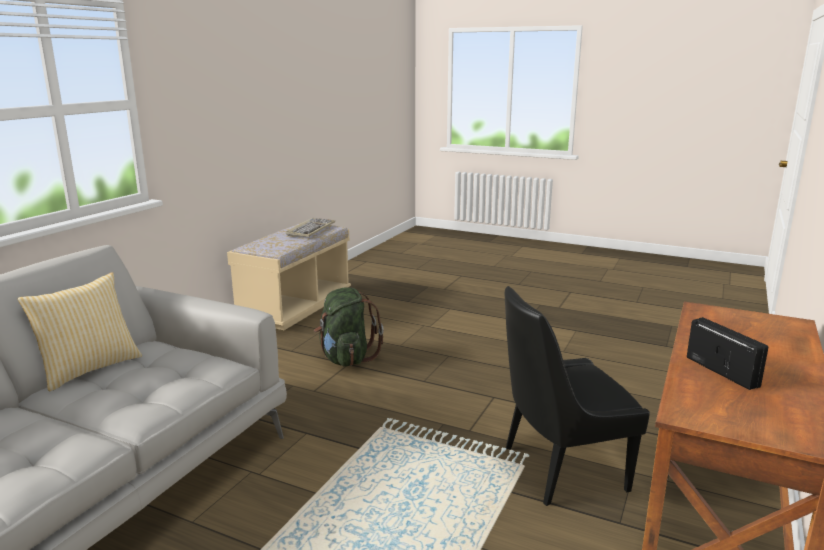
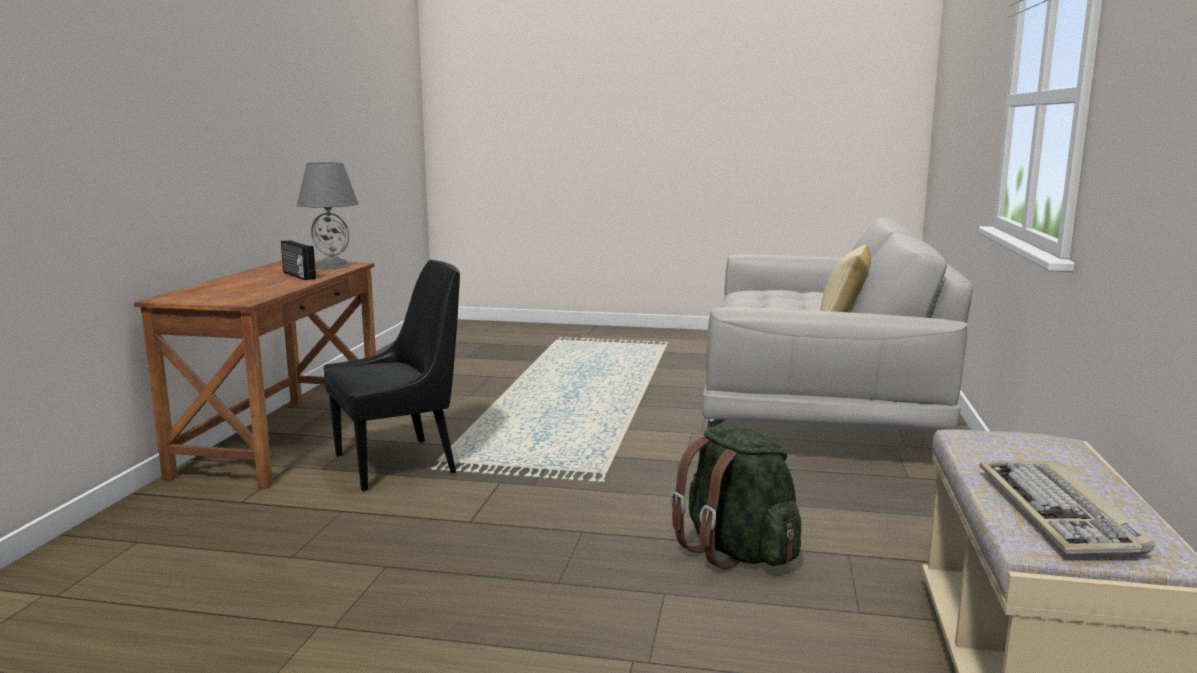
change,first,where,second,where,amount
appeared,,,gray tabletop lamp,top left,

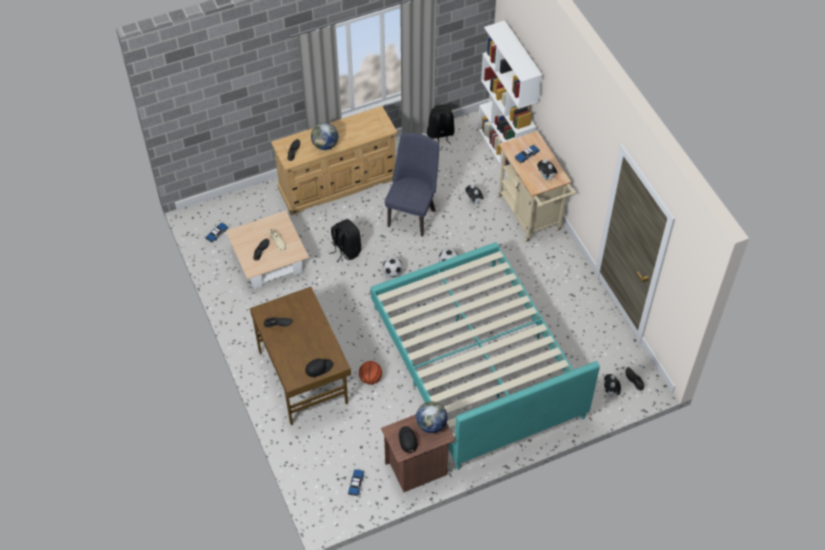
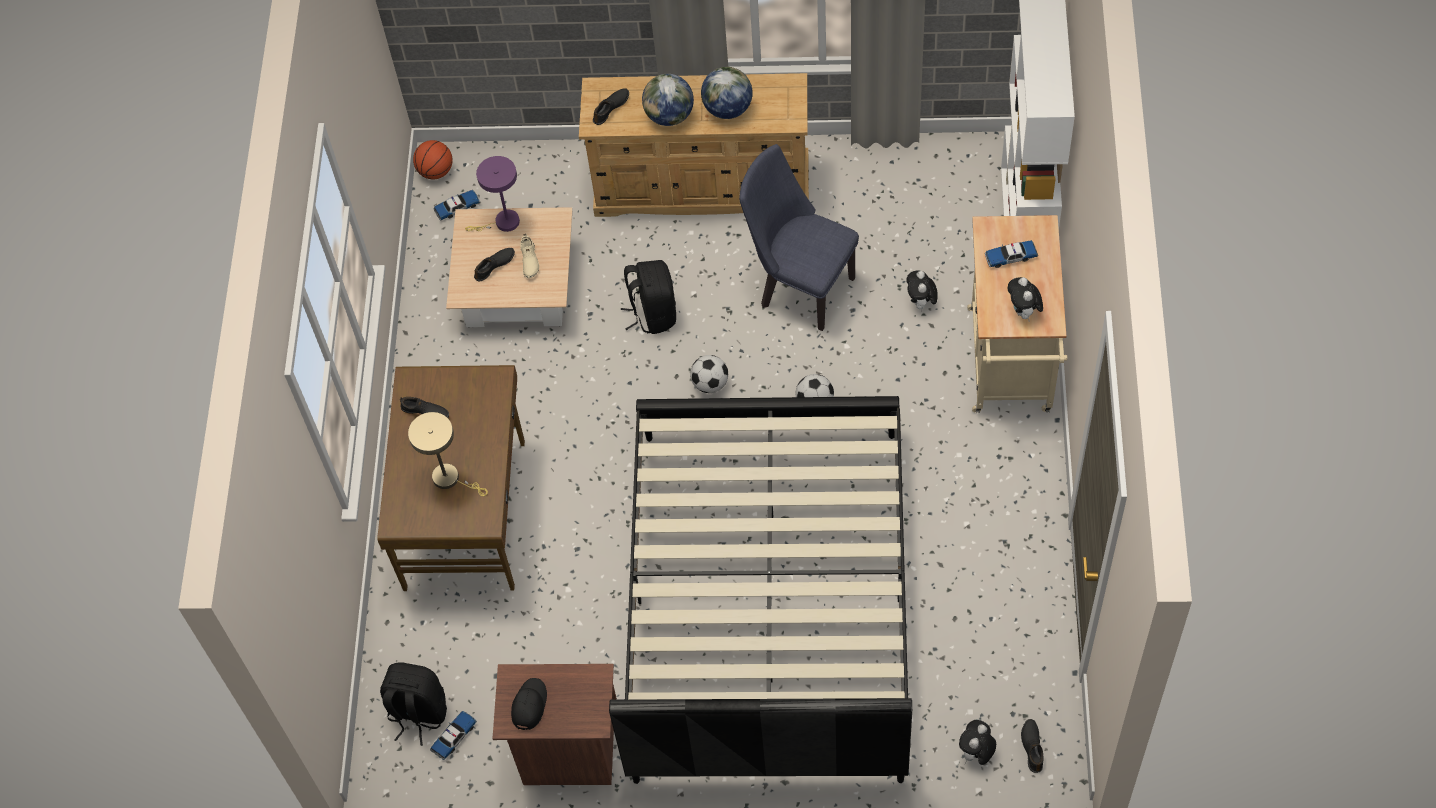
change,first,where,second,where,amount
relocated,blackish backpack (no. 2 from left in the first image),top centre,blackish backpack (no. 1 from left),bottom left,
appeared,,,sand-coloured tabletop lamp,middle left,
relocated,ball for basketball,bottom centre,,top left,
appeared,,,purple-coloured tabletop lamp,top centre,
colour,turquoise-coloured bed,centre,blackish bed,bottom centre,
relocated,desk globe (no. 2 from left),bottom centre,,top centre,
spun,bluish upright chair,centre,,top centre,105 degrees counterclockwise
missing,blackish cap (no. 1 from left),bottom centre,,,

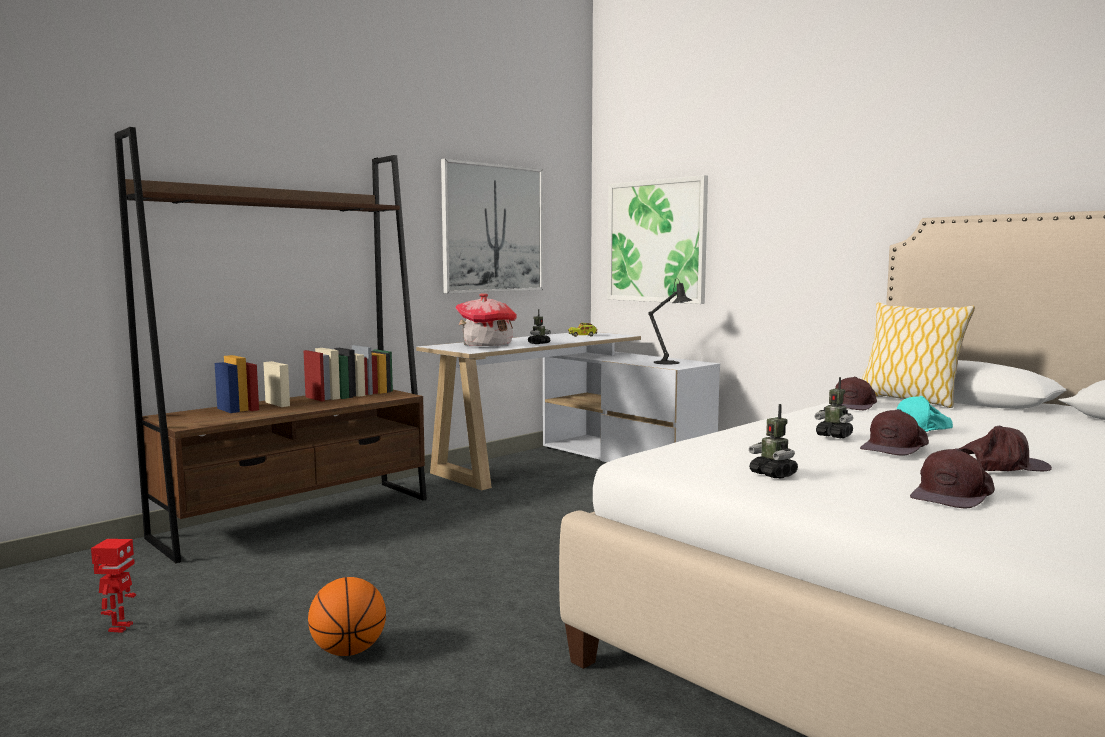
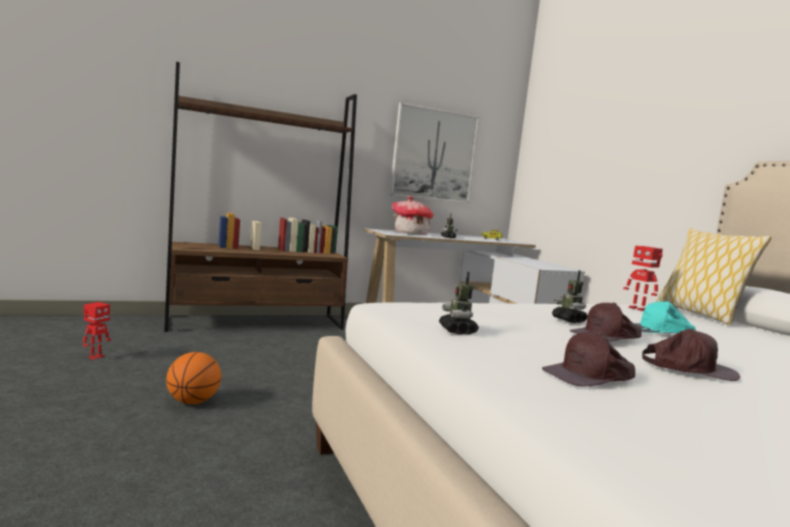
change,first,where,second,where,amount
exchanged,brown-coloured cap (no. 1 from left),middle right,model robot (no. 5 from left),middle right,
missing,picture (no. 2 from left),top centre,,,
missing,blackish tabletop lamp,centre,,,

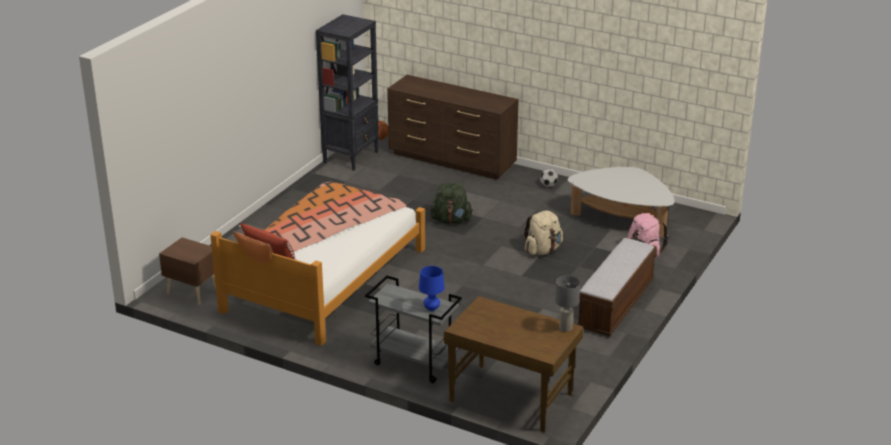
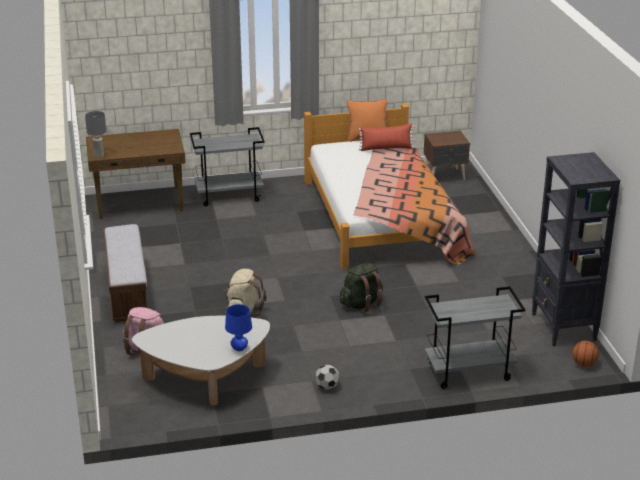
change,first,where,second,where,amount
relocated,bluish tabletop lamp,centre,,bottom centre,
exchanged,brown-coloured chest of drawers,top centre,gray trolley (no. 2 from left),bottom right,

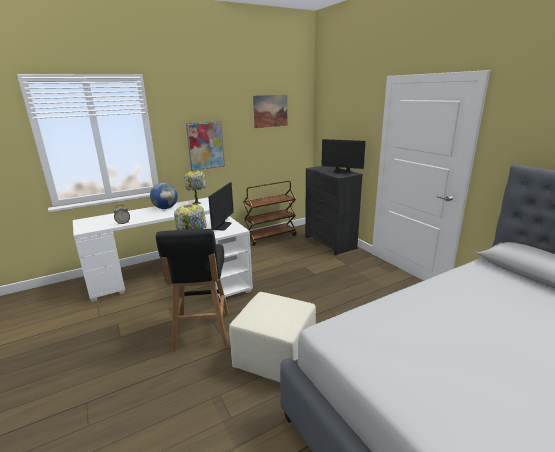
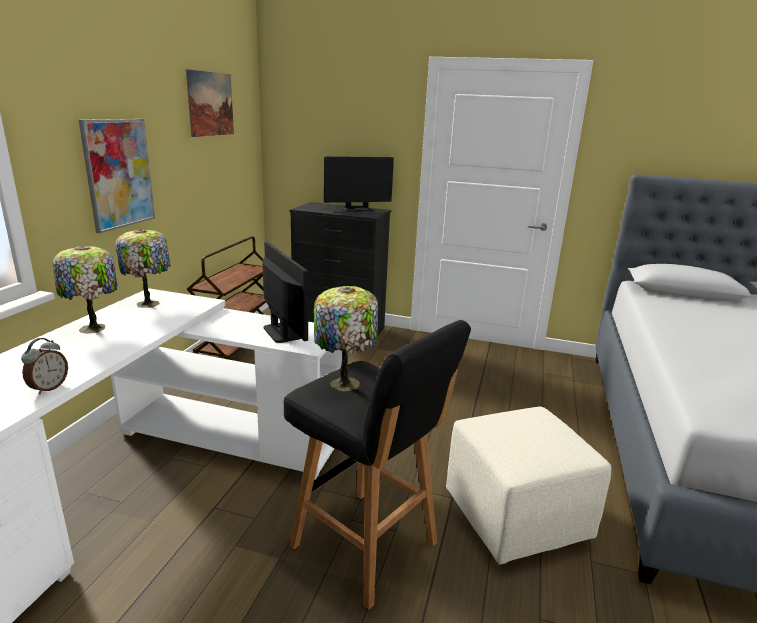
change,first,where,second,where,amount
exchanged,desk globe,middle left,tabletop lamp (no. 1 from left),middle left,

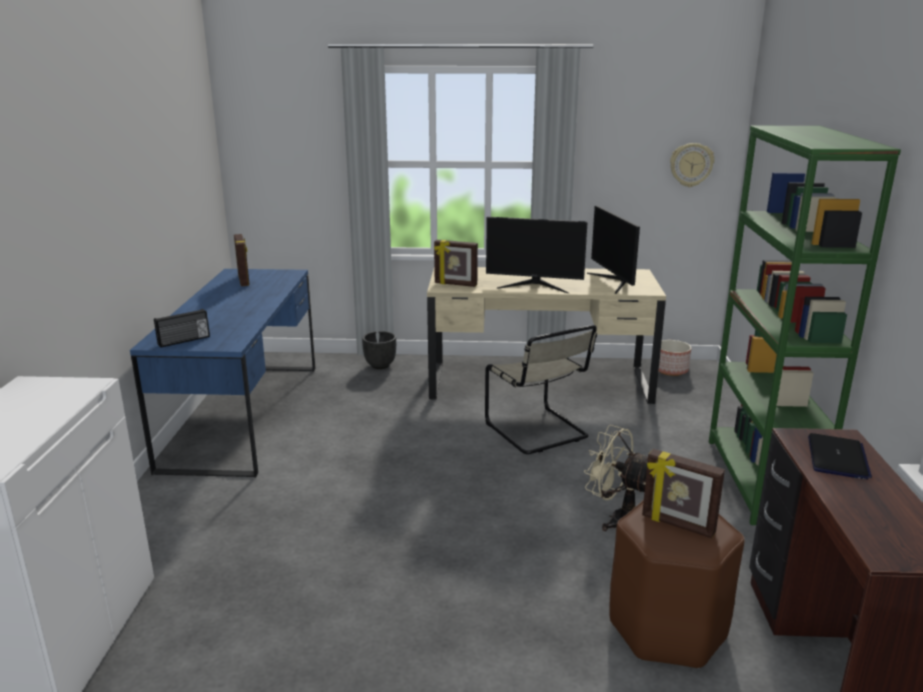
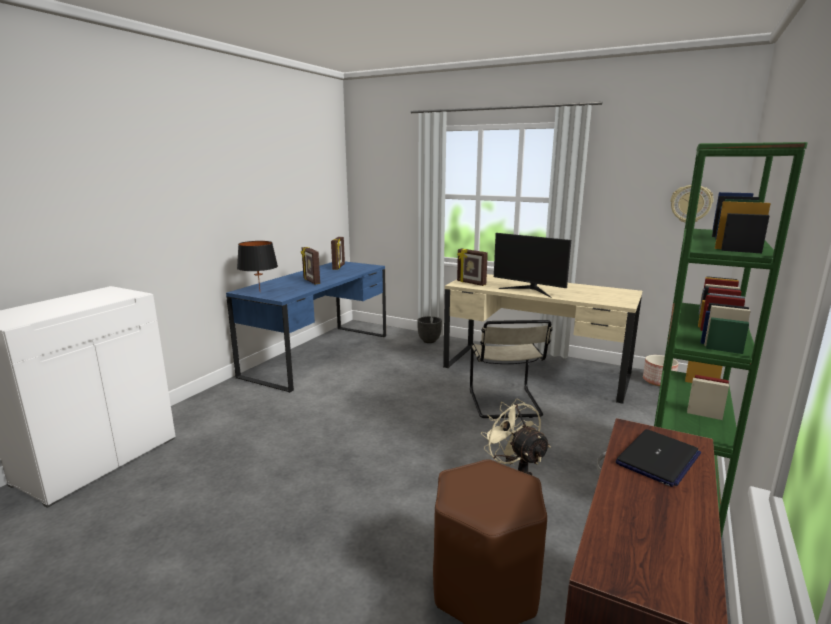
change,first,where,second,where,amount
exchanged,radio,middle left,blackish tabletop lamp,middle left,
relocated,photo frame (no. 3 from left in the first image),bottom right,photo frame (no. 1 from left),centre,
missing,monitor (no. 2 from left),centre,,,

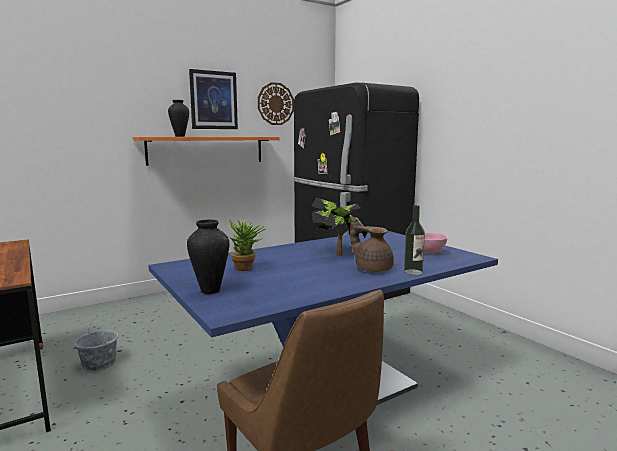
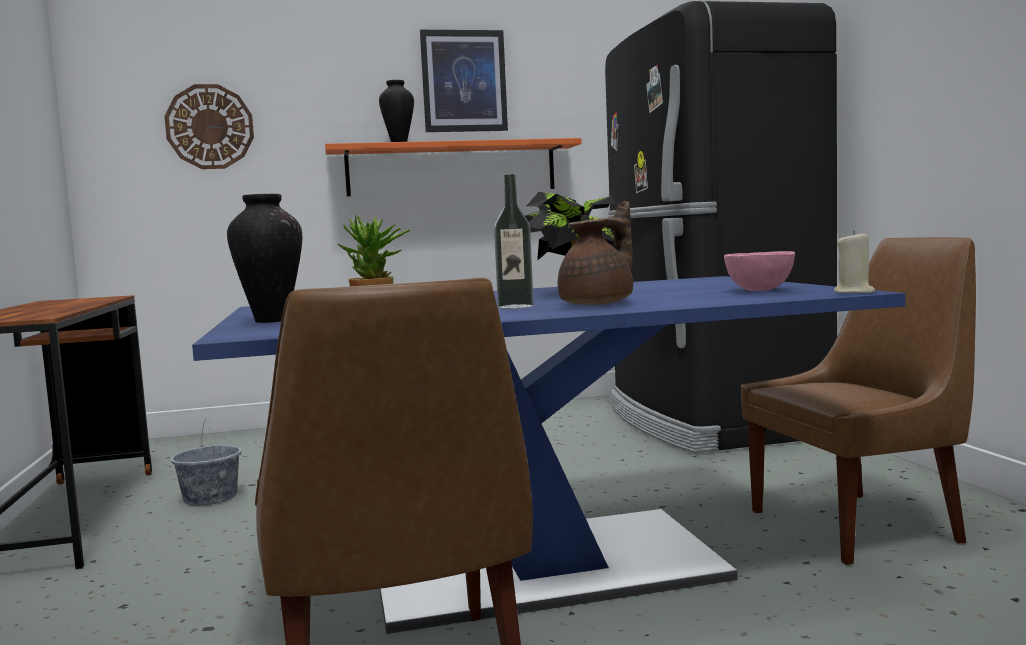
change,first,where,second,where,amount
relocated,hanging clock,top centre,,top left,
relocated,bottle,middle right,,centre,
spun,brown-coloured pot for tea,centre,,centre,75 degrees clockwise
appeared,,,brown-coloured upright chair (no. 2 from left),middle right,
appeared,,,sand-coloured wax light,middle right,

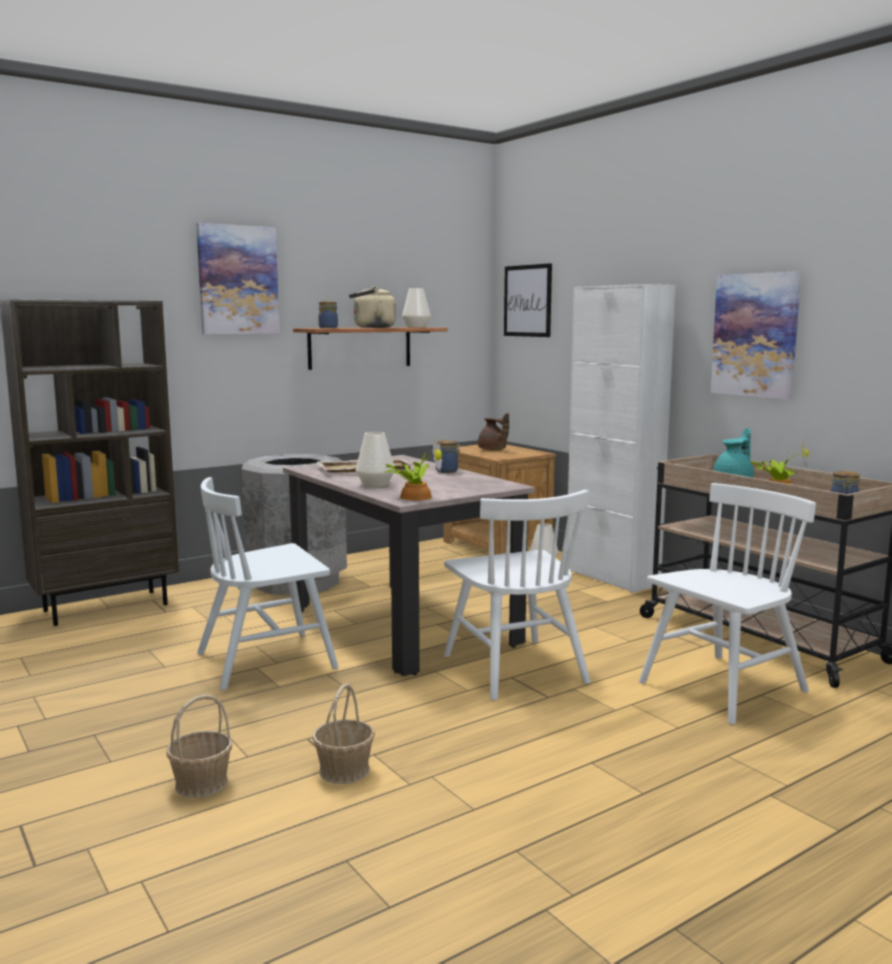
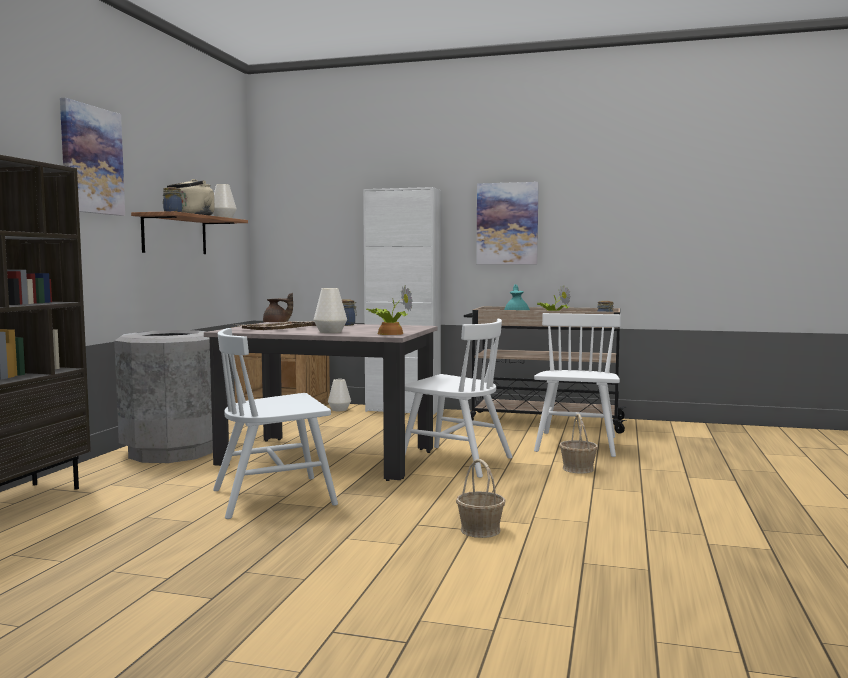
change,first,where,second,where,amount
spun,whitish upright chair (no. 1 from left),middle left,,middle left,45 degrees clockwise
relocated,basket (no. 1 from left in the first image),bottom left,basket (no. 2 from left),middle right,
missing,picture (no. 2 from left),top centre,,,

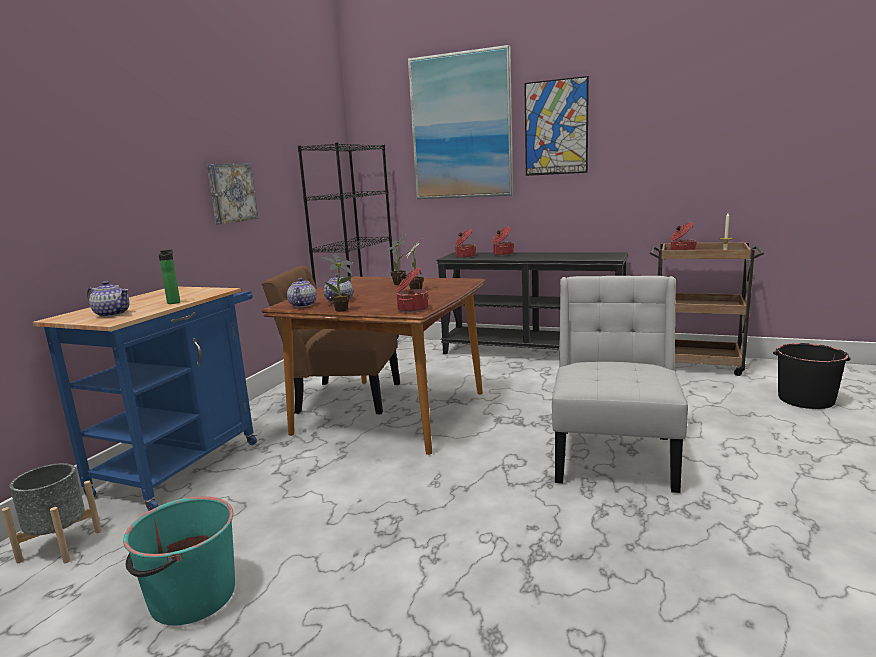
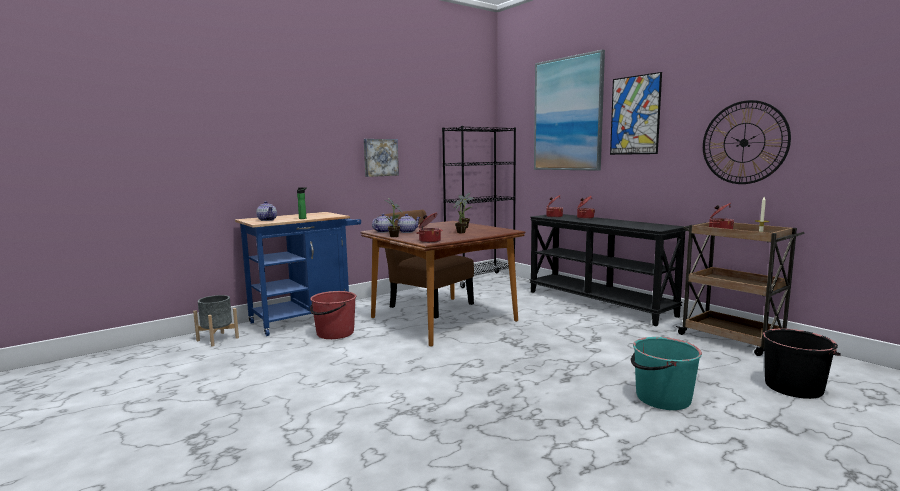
change,first,where,second,where,amount
appeared,,,red bucket,centre,
relocated,turquoise-coloured bucket,bottom left,,bottom right,
appeared,,,hanging clock,top right,
missing,whitish upright chair,middle right,,,

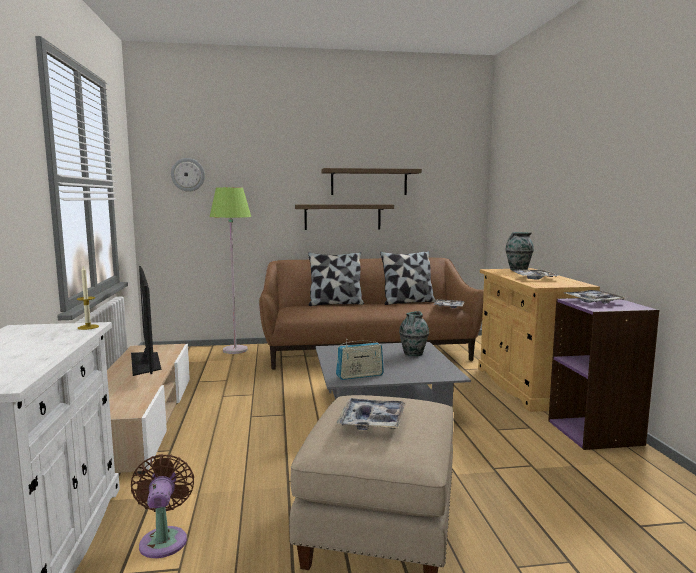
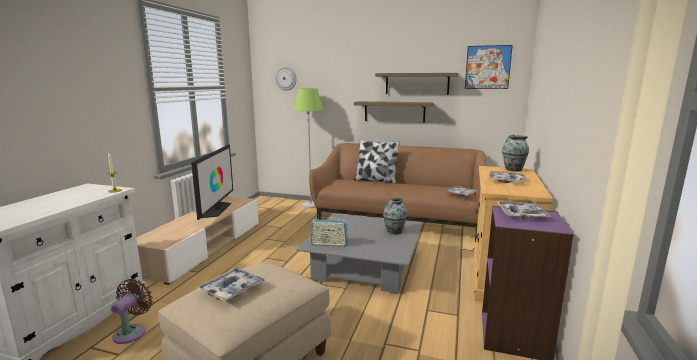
change,first,where,second,where,amount
appeared,,,picture,top right,
missing,cushion (no. 2 from left),centre,,,

